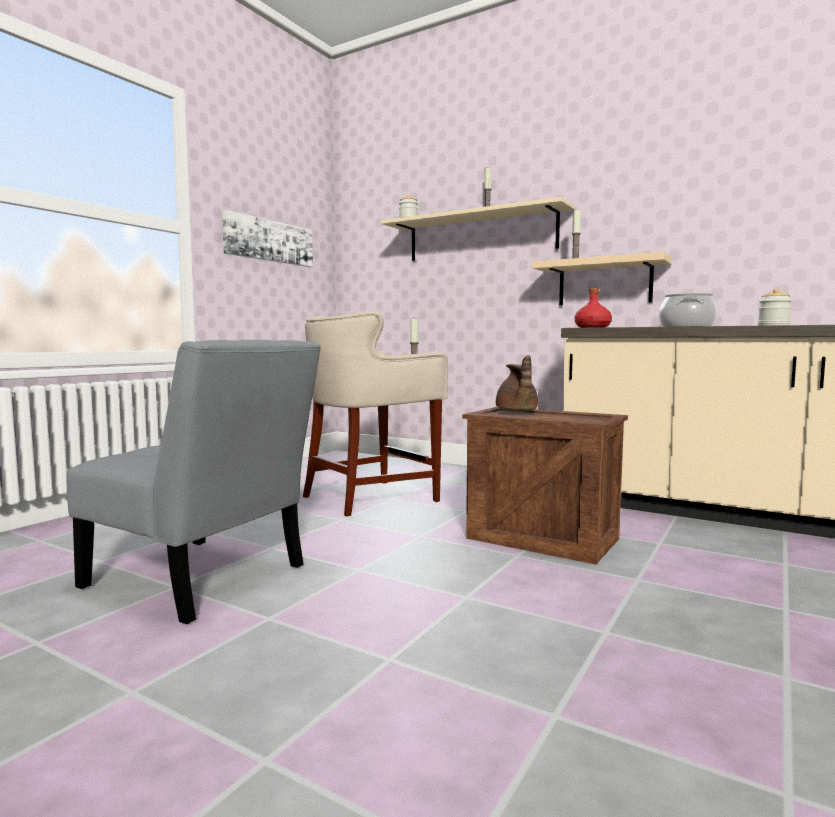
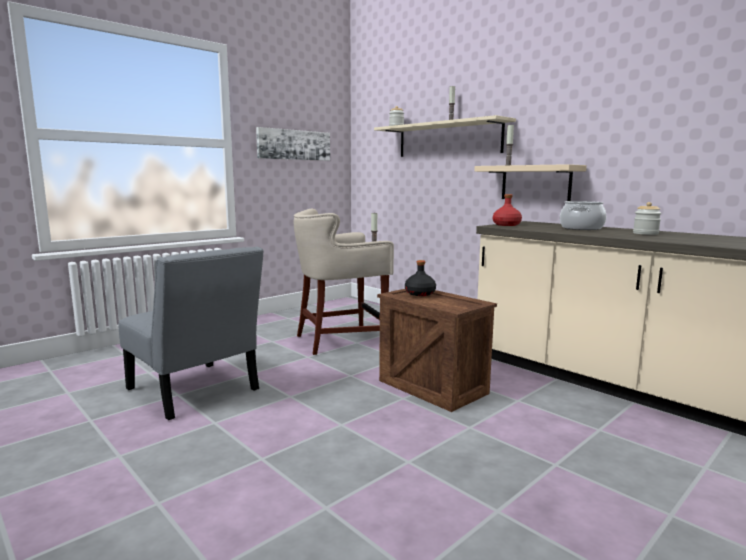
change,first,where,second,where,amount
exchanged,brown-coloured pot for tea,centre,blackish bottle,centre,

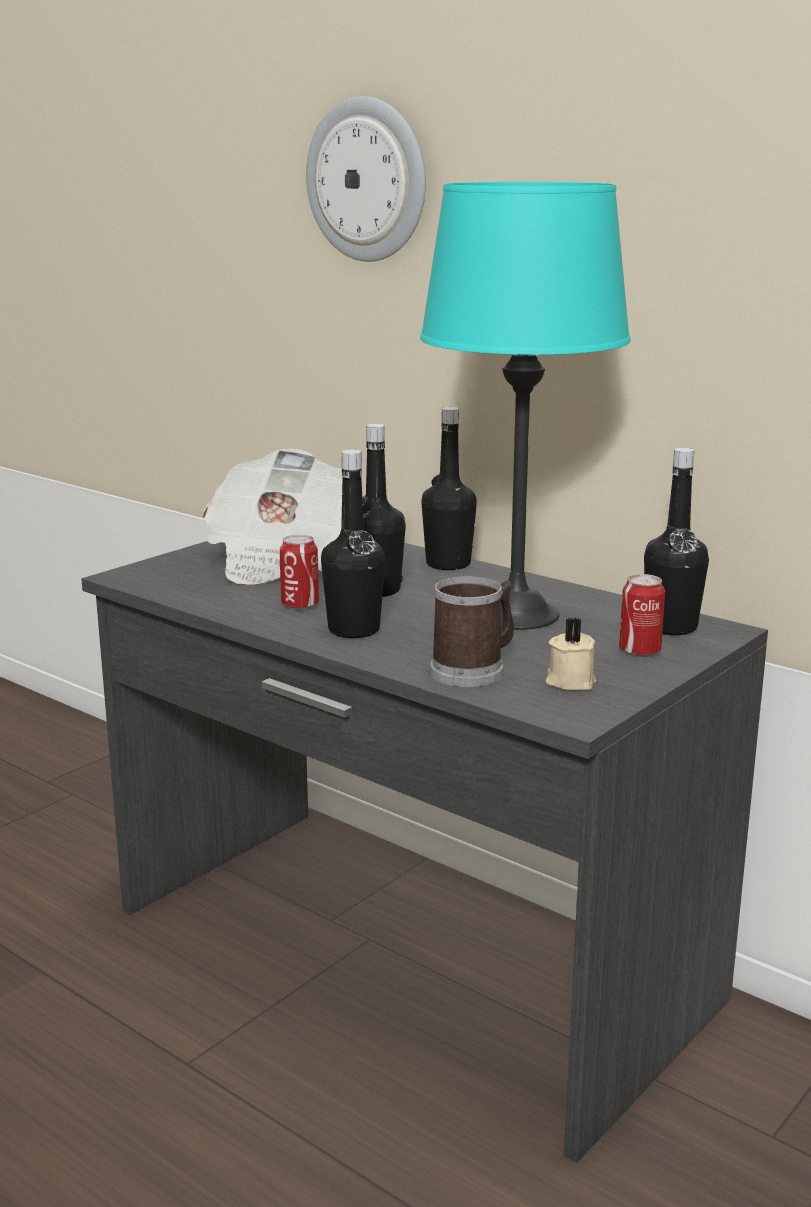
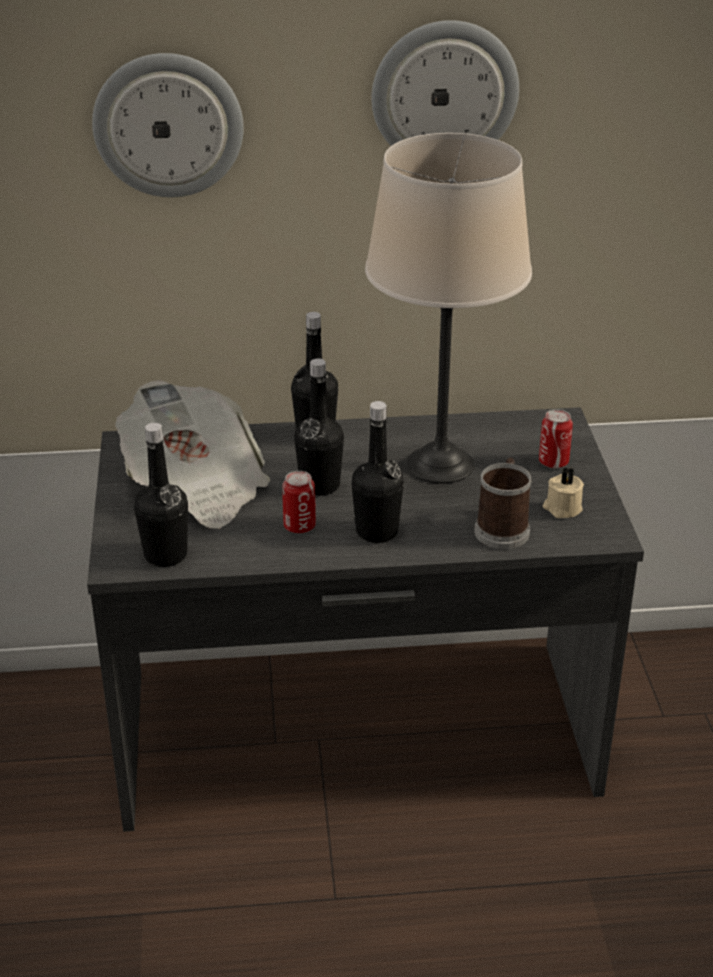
change,first,where,second,where,amount
relocated,blackish bottle (no. 4 from left in the first image),middle right,blackish bottle (no. 1 from left),middle left,
colour,turquoise-coloured tabletop lamp,centre,sand-coloured tabletop lamp,top centre,
appeared,,,hanging clock (no. 2 from left),top centre,

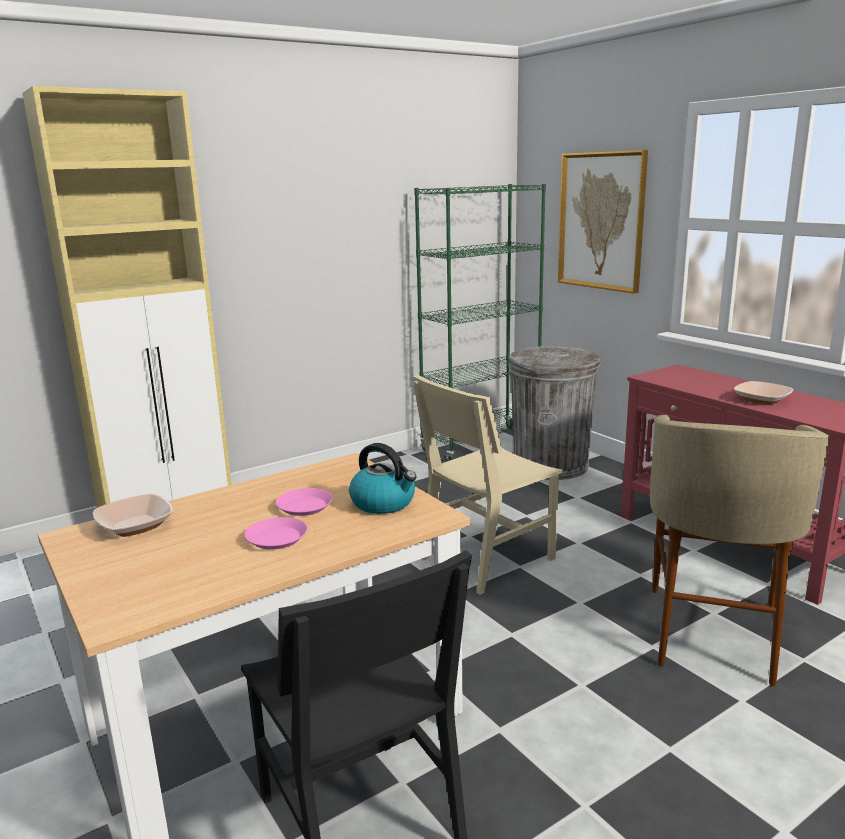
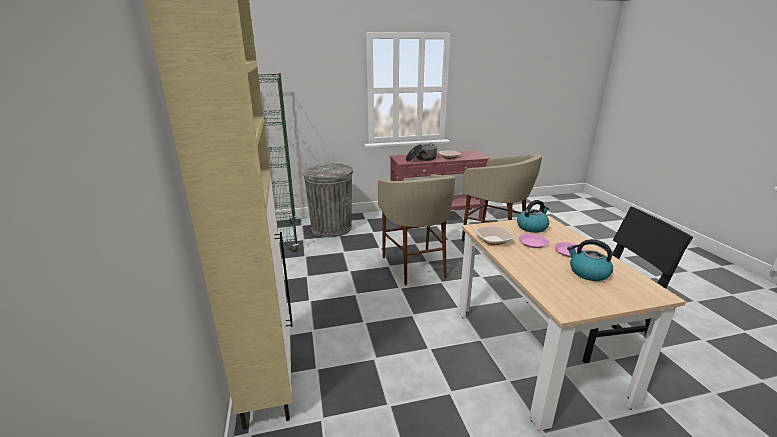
change,first,where,second,where,amount
exchanged,sand-coloured upright chair,centre,sand-coloured sitting stool (no. 1 from left),centre,
appeared,,,stockpot,centre,
relocated,bowl (no. 1 from left in the first image),middle left,bowl (no. 2 from left),centre,
appeared,,,tea kettle (no. 2 from left),middle right,
missing,picture,top right,,,

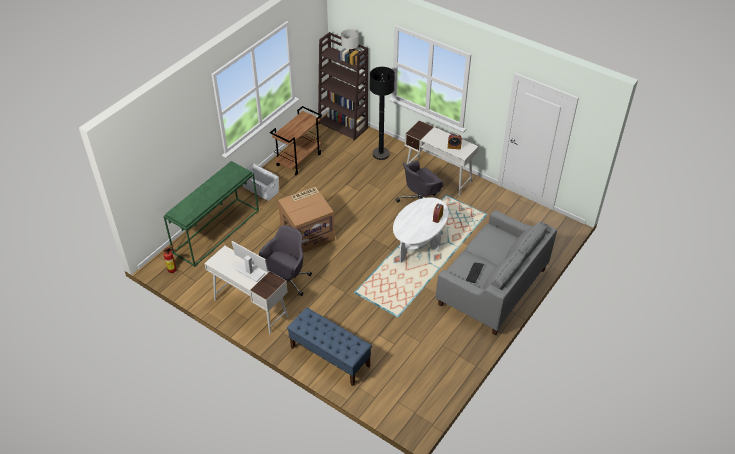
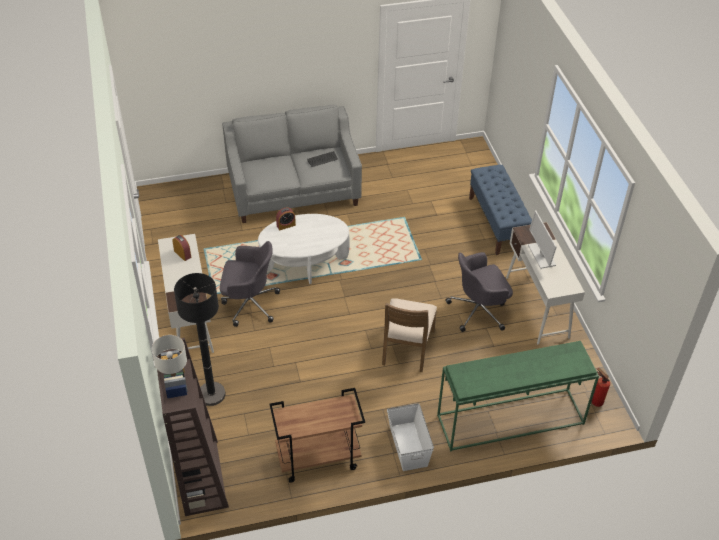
change,first,where,second,where,amount
exchanged,carton,centre,brown-coloured upright chair,centre,

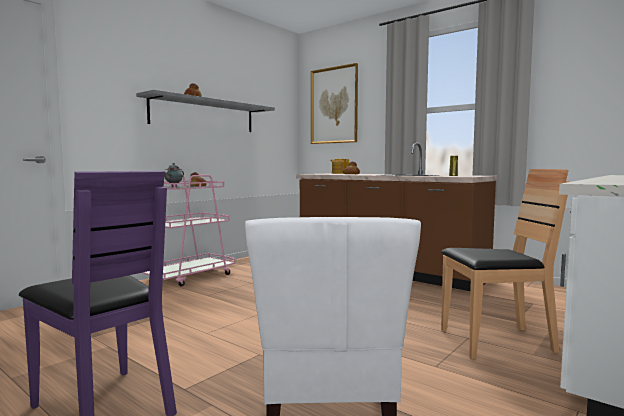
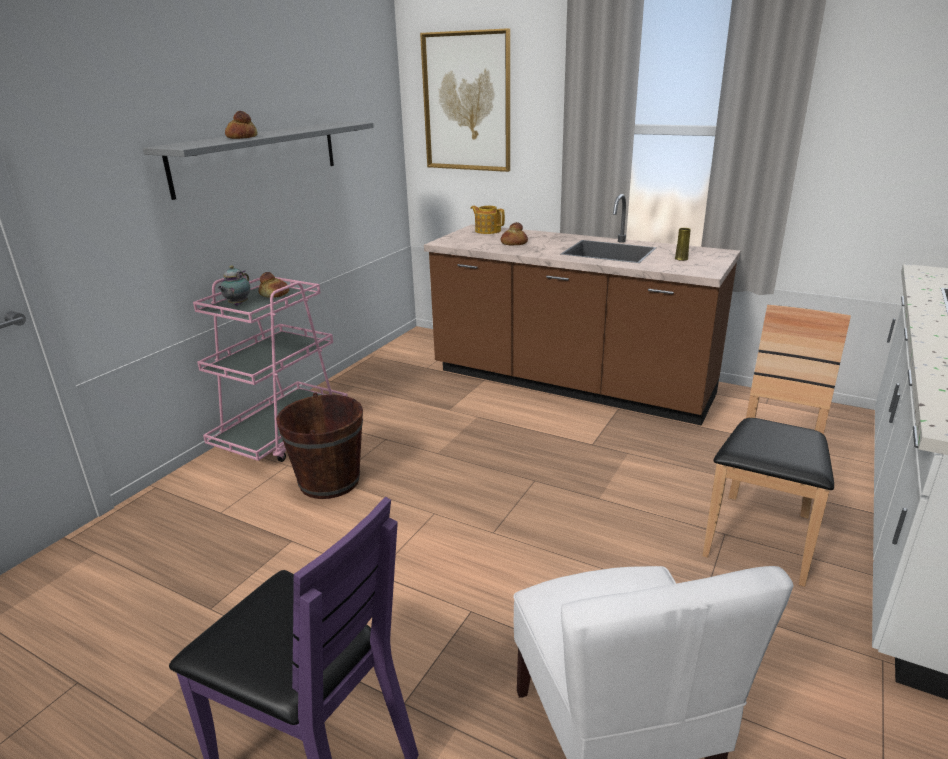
change,first,where,second,where,amount
appeared,,,brown-coloured bucket,centre,
spun,brown-coloured upright chair,middle right,,middle right,45 degrees counterclockwise

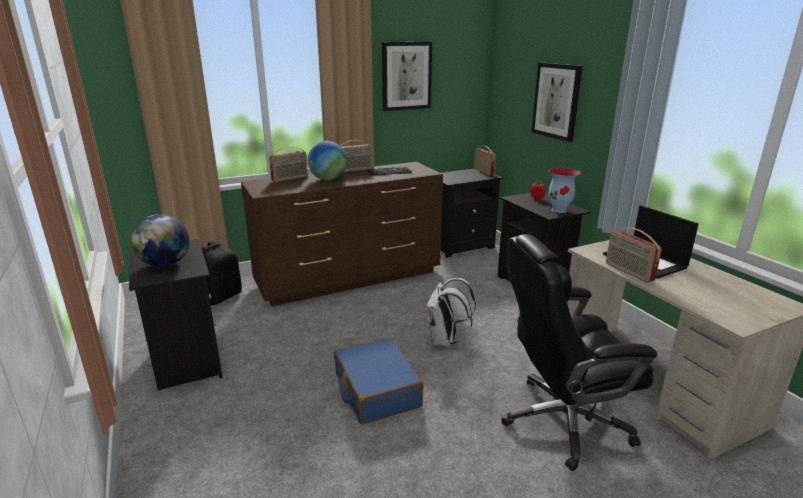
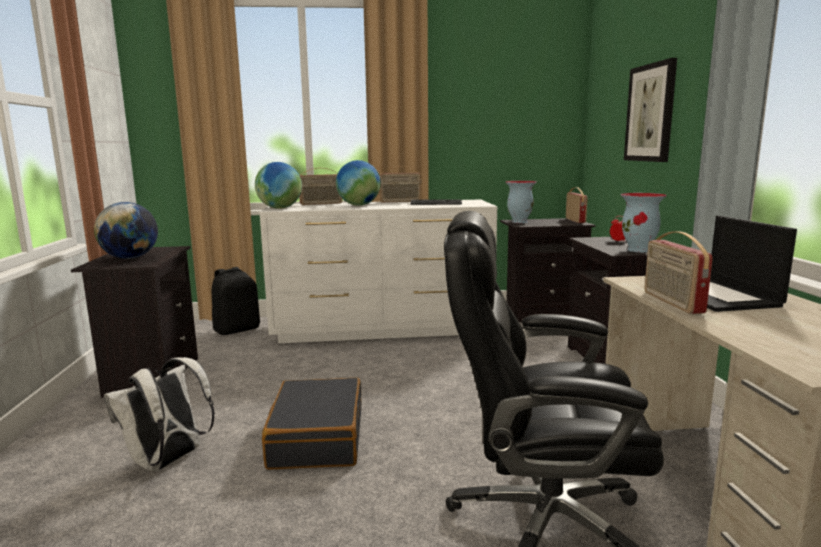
change,first,where,second,where,amount
relocated,whitish backpack,centre,,bottom left,
appeared,,,desk globe (no. 2 from left),centre,
colour,brown-coloured chest of drawers,centre,whitish chest of drawers,centre,
colour,bluish travel case,bottom centre,blackish travel case,bottom centre,
appeared,,,decorative vase (no. 1 from left),centre,
missing,picture (no. 1 from left),top centre,,,

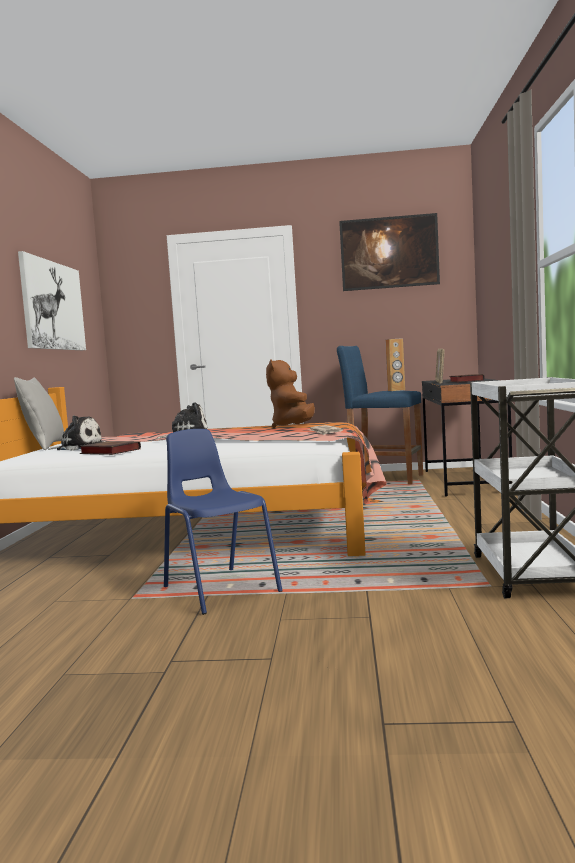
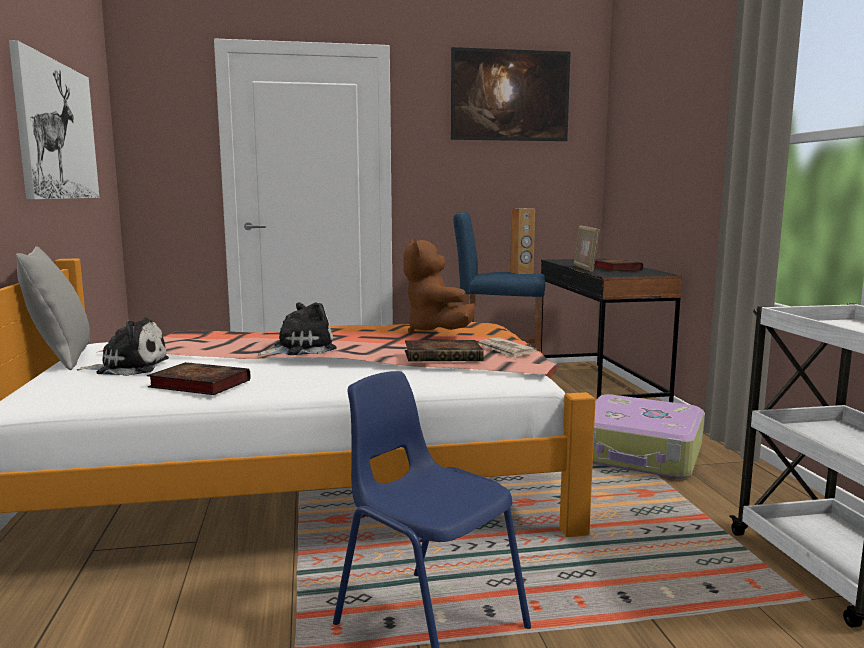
change,first,where,second,where,amount
appeared,,,book (no. 2 from left),centre,
appeared,,,travel case,bottom right,

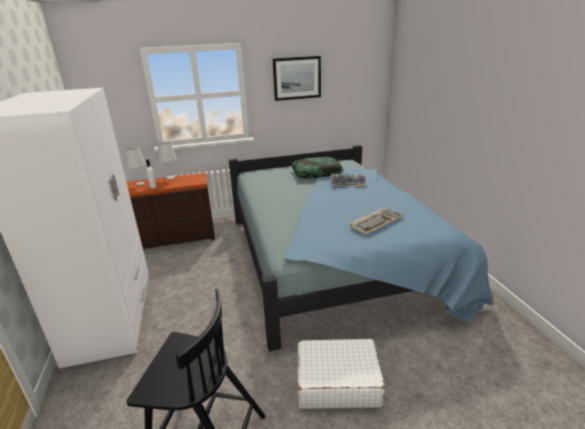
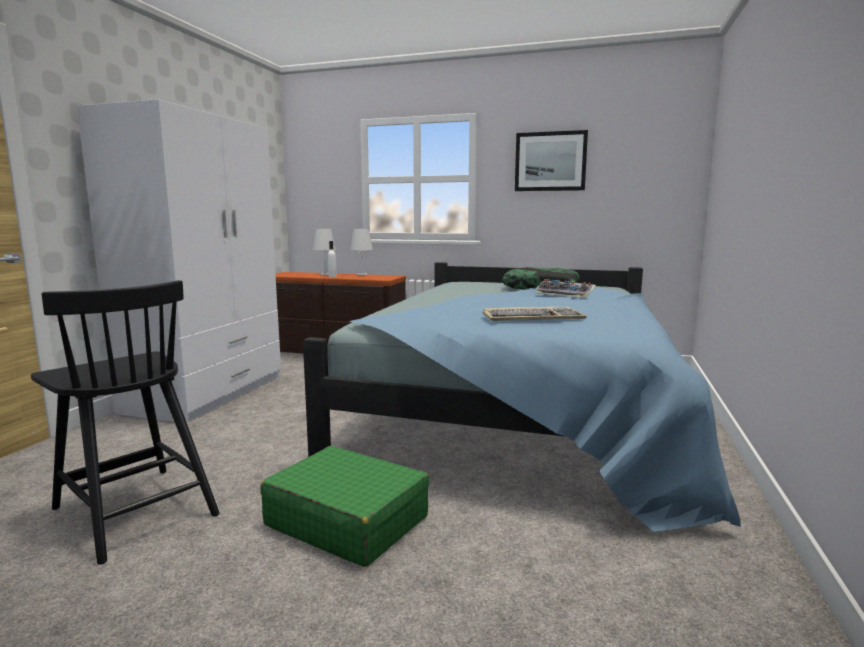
change,first,where,second,where,amount
colour,whitish travel case,bottom centre,green travel case,bottom centre,

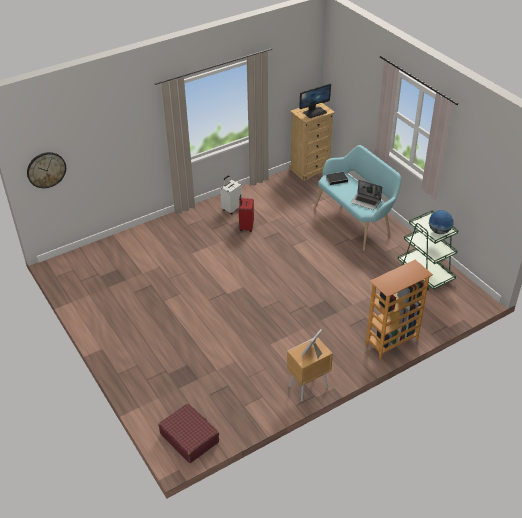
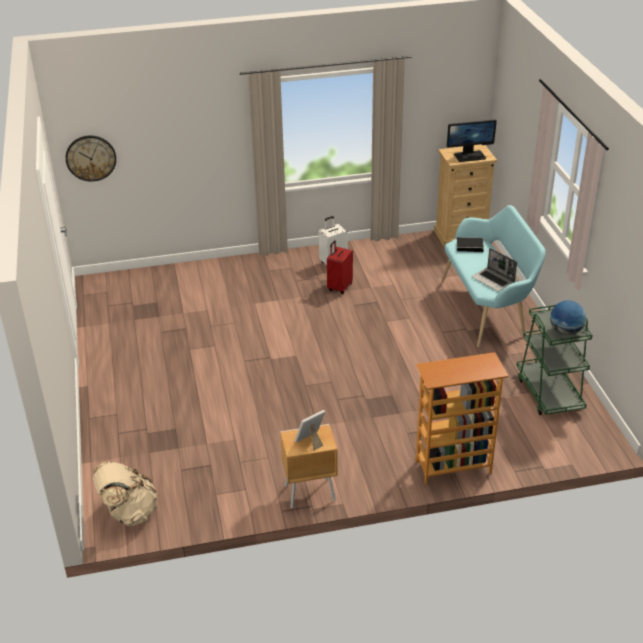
change,first,where,second,where,amount
exchanged,red travel case (no. 1 from left),bottom centre,sand-coloured backpack,bottom left,

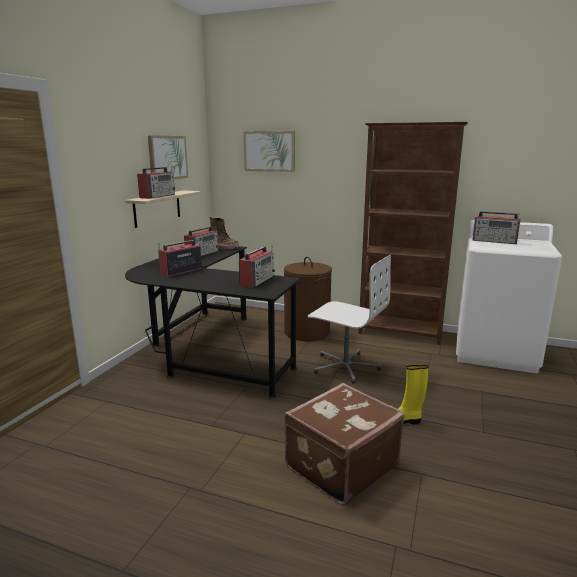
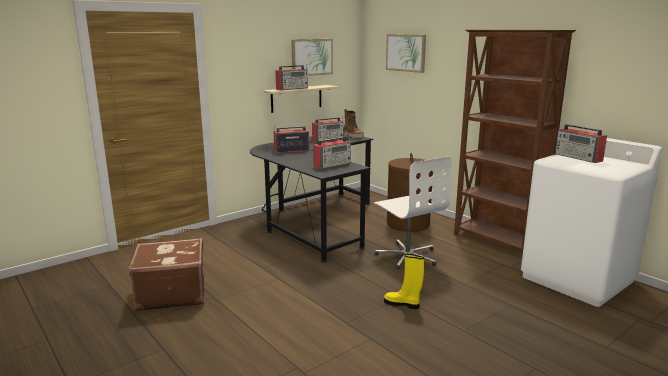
change,first,where,second,where,amount
relocated,brown-coloured travel case,bottom centre,,bottom left,

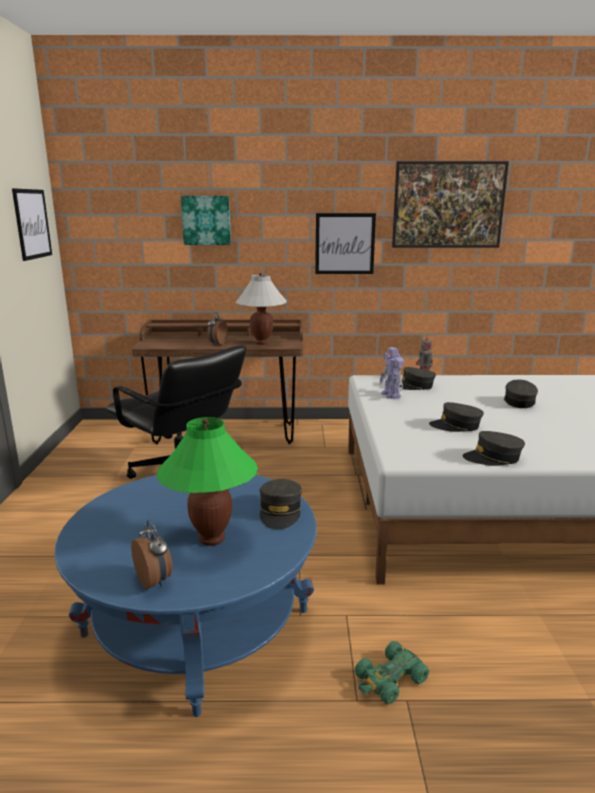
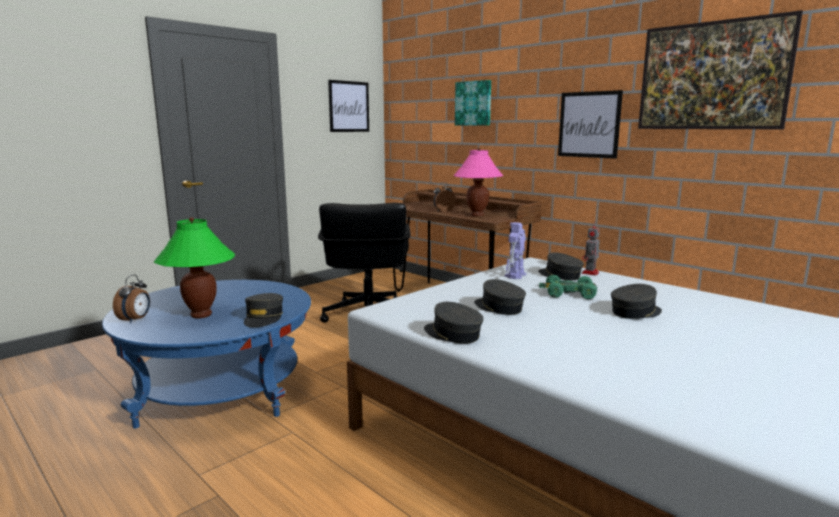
change,first,where,second,where,amount
spun,gray cap (no. 1 from left),centre,,middle left,45 degrees counterclockwise
colour,whitish tabletop lamp,centre,pink-coloured tabletop lamp,centre,
relocated,green toy car,bottom centre,,middle right,

